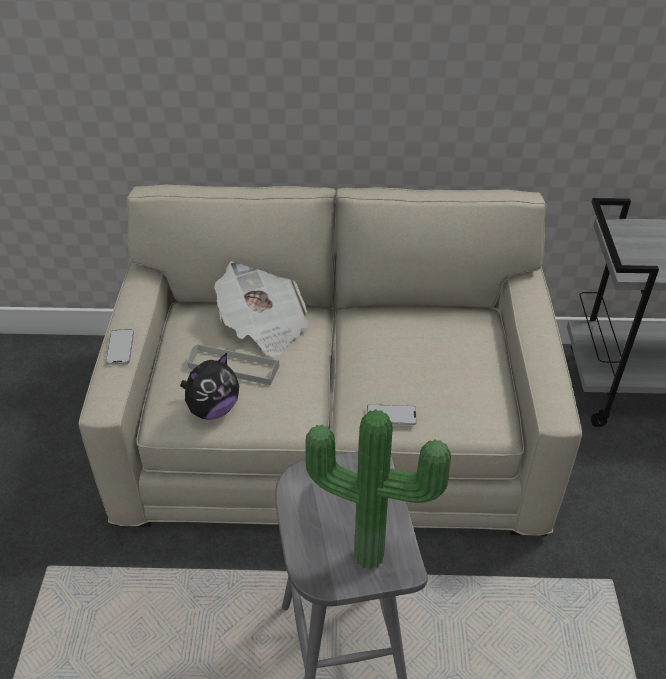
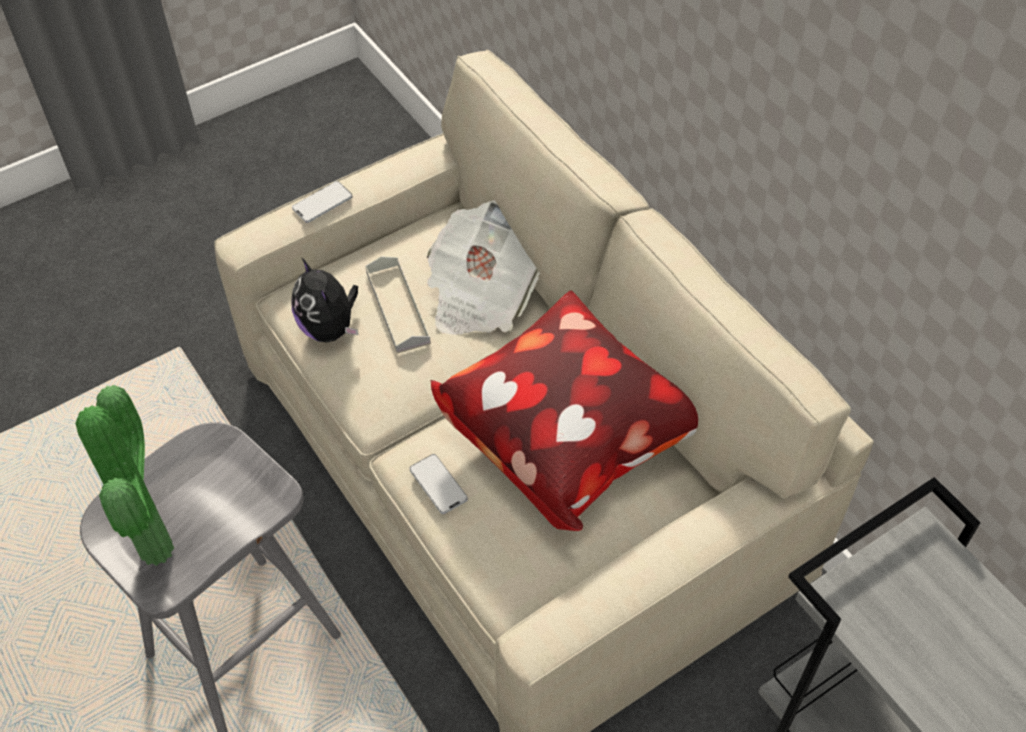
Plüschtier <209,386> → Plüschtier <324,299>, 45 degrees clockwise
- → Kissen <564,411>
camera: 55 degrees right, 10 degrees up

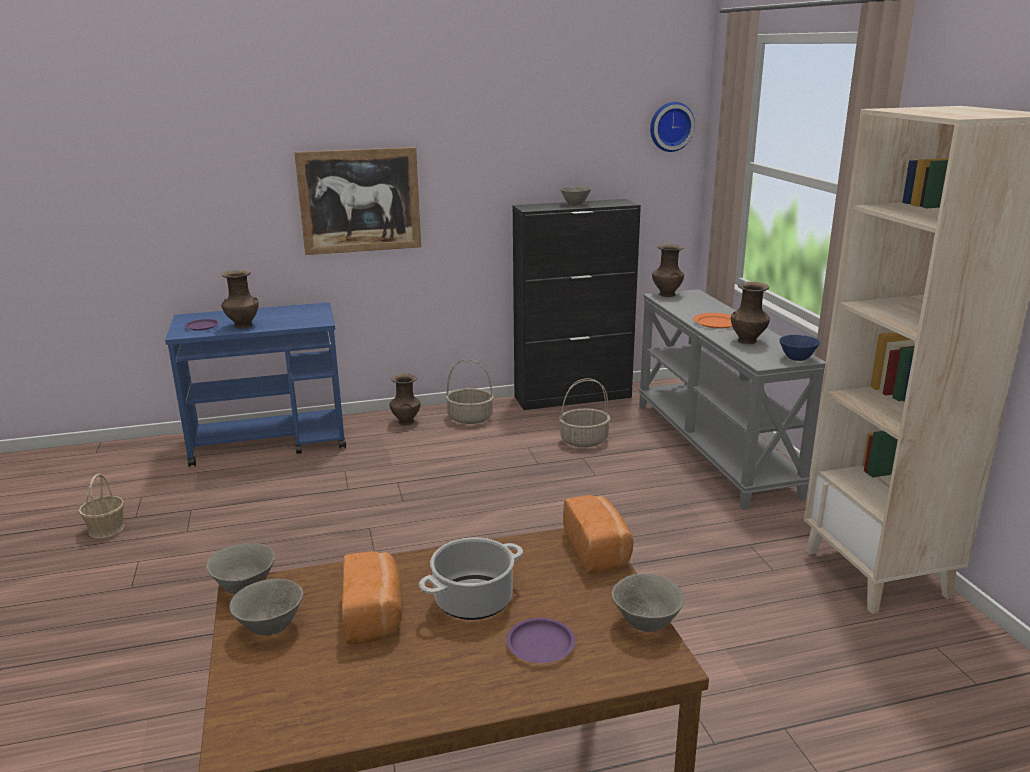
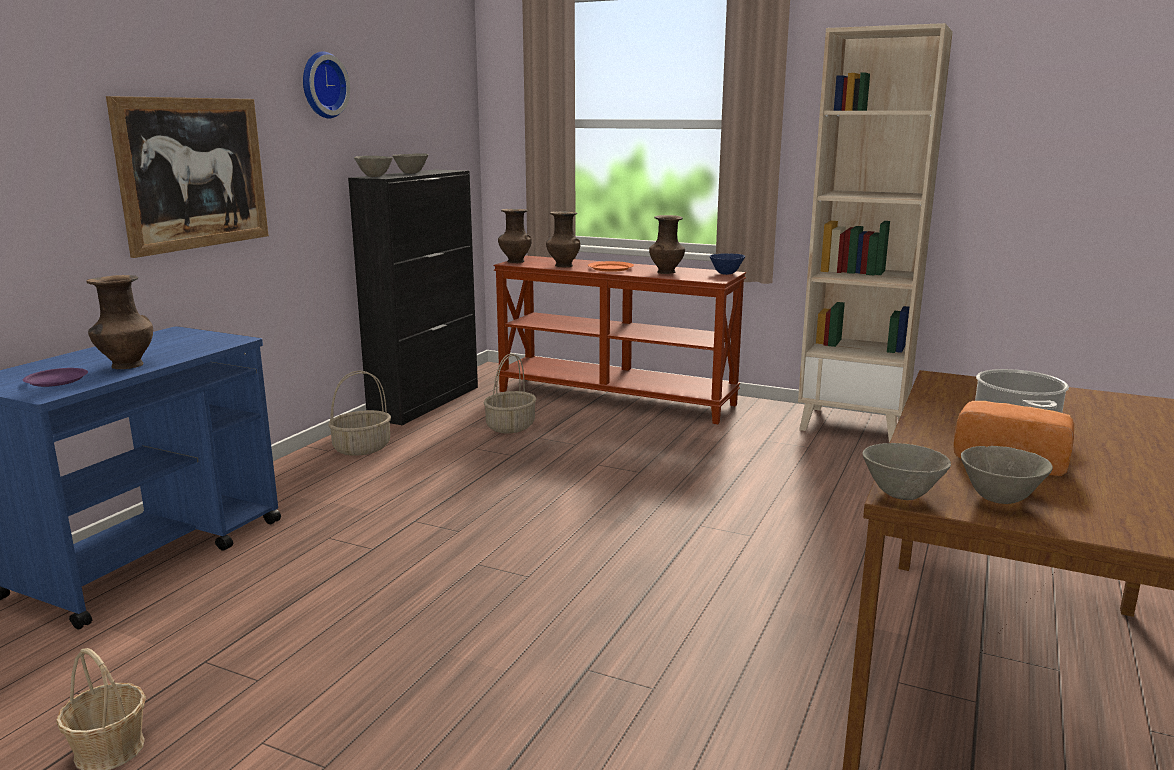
Wanduhr <672,127> → Wanduhr <326,84>, shifted
Konsolentisch/grau <732,399> → Konsolentisch/braun <619,340>
Vase/braun <405,399> → Vase/braun <563,239>, shifted
Brot <598,534> → -
Schüssel/grau <648,602> → Schüssel/grau <373,166>, shifted
Teller/lila <540,640> → -
camera: 50 degrees left, 5 degrees down

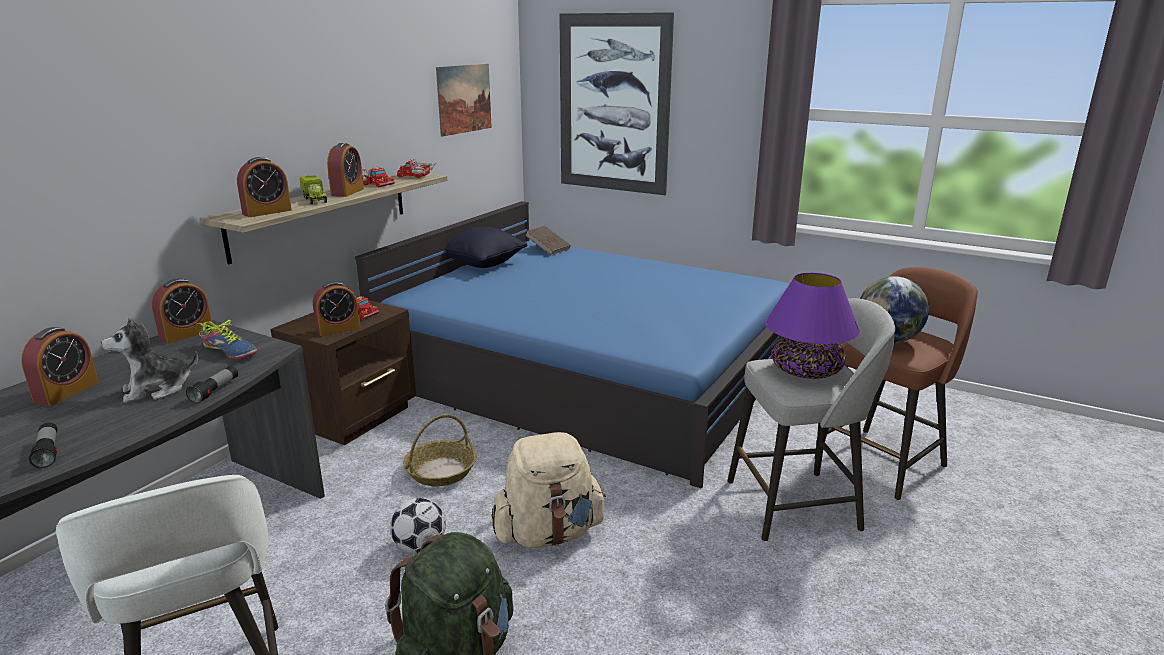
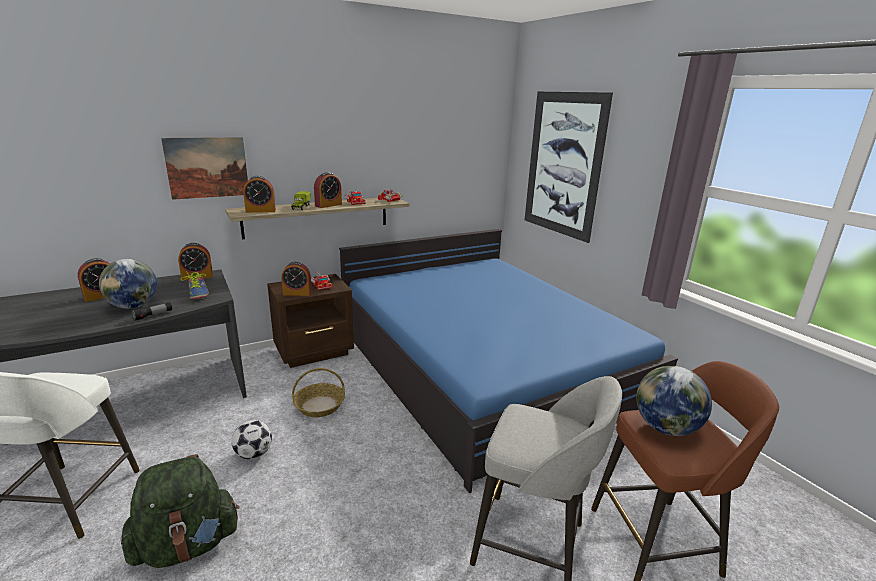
Bild <464,100> → Bild <204,168>, shifted
Buch/braun <547,240> → -
Kissen/schwarz <486,247> → -
Tischlampe/lila <812,326> → -
Plüschtier <149,360> → Globus <128,284>
Taschenlampe <43,445> → -
Rucksack/beige <549,490> → -
camera: 30 degrees right, 0 degrees up

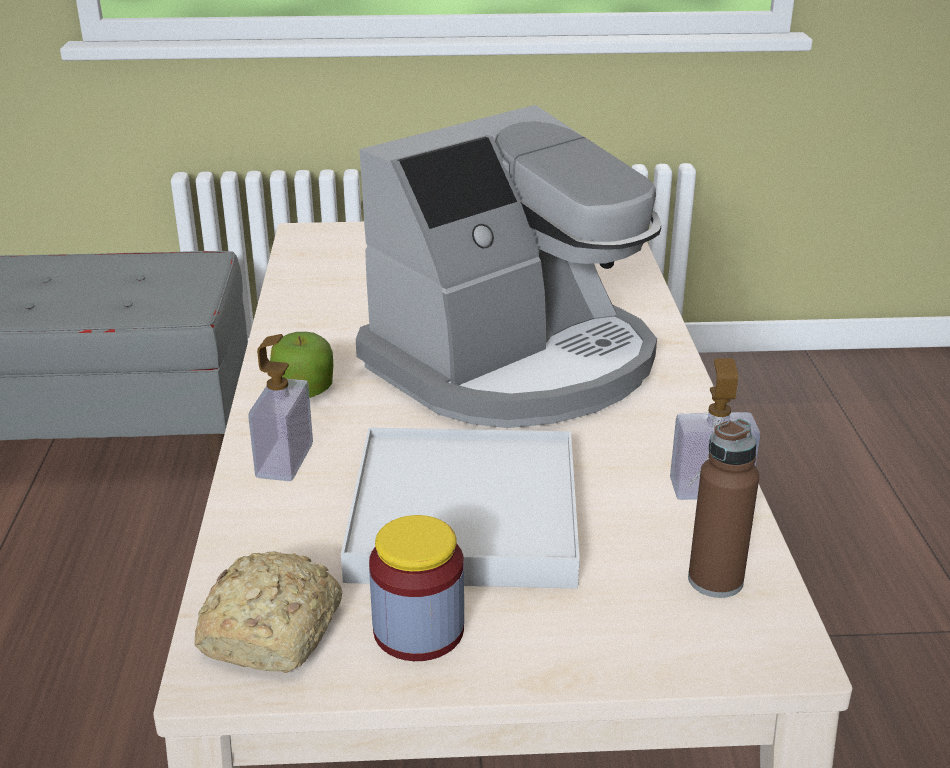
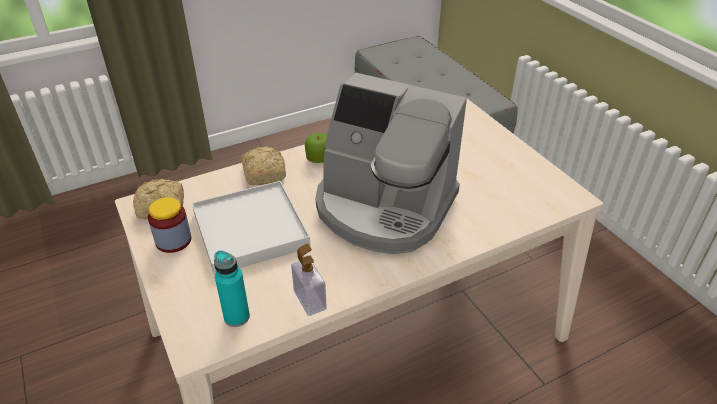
Seifenspender <280,407> → Brot <263,165>
Flasche/braun <723,508> → Flasche/türkis <232,288>
camera: 65 degrees right, 10 degrees up

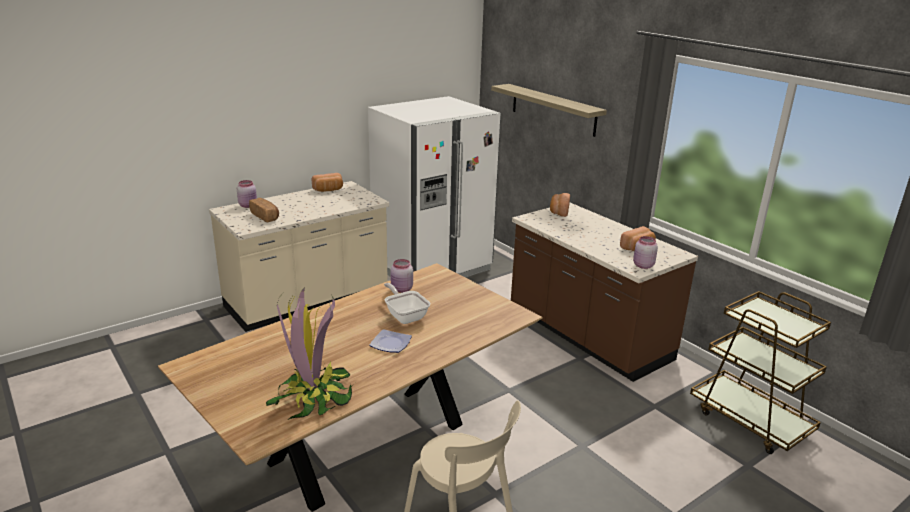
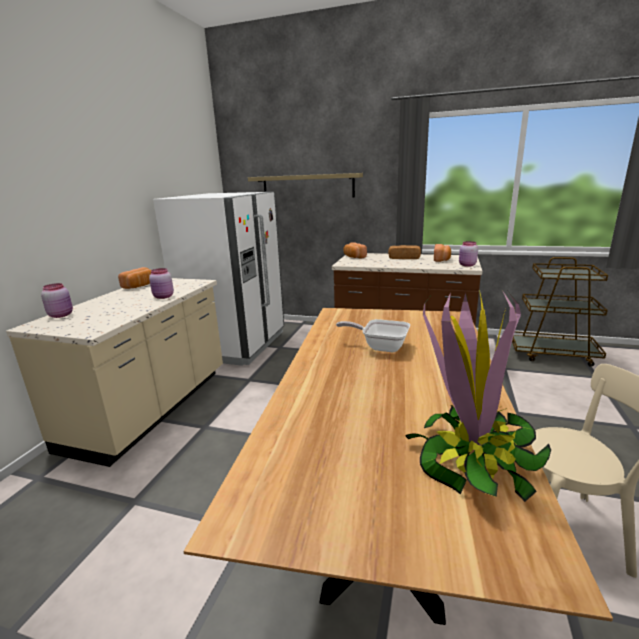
Brot <264,210> → Brot <404,252>, shifted
Vorratsglas/rosa <401,276> → Vorratsglas/rosa <161,283>, shifted
Teller <390,341> → -
camera: 35 degrees left, 5 degrees down

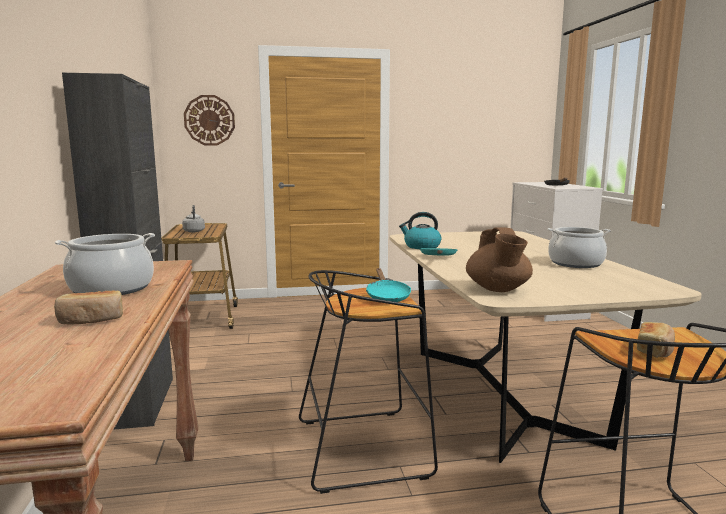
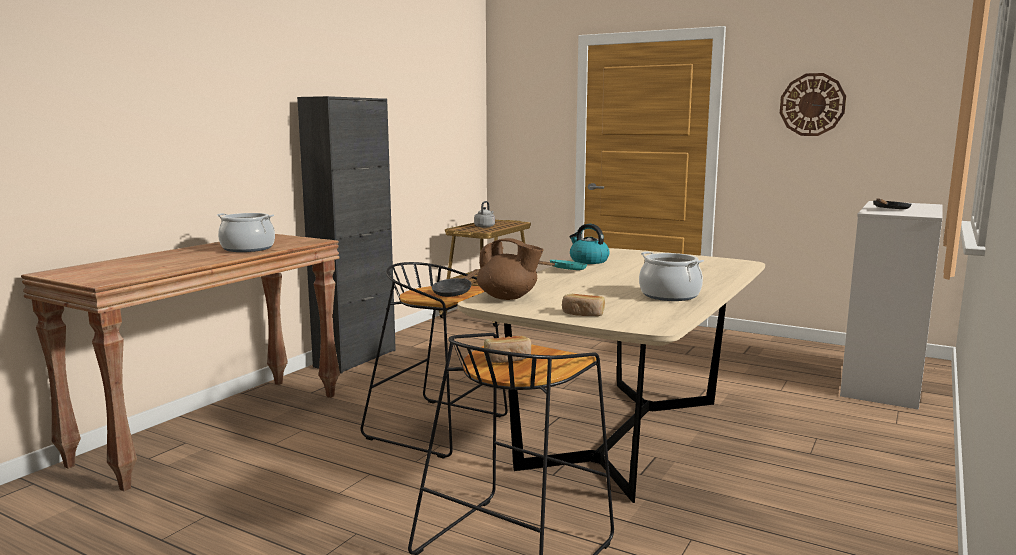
Wanduhr <209,120> → Wanduhr <813,104>, shifted
Teekanne/braun <499,259> → Teekanne/braun <510,269>, 105 degrees counterclockwise
Pfanne/türkis <388,285> → Pfanne/schwarz <455,283>
Brot <88,307> → Brot <583,305>, shifted
camera: 40 degrees right, 0 degrees up

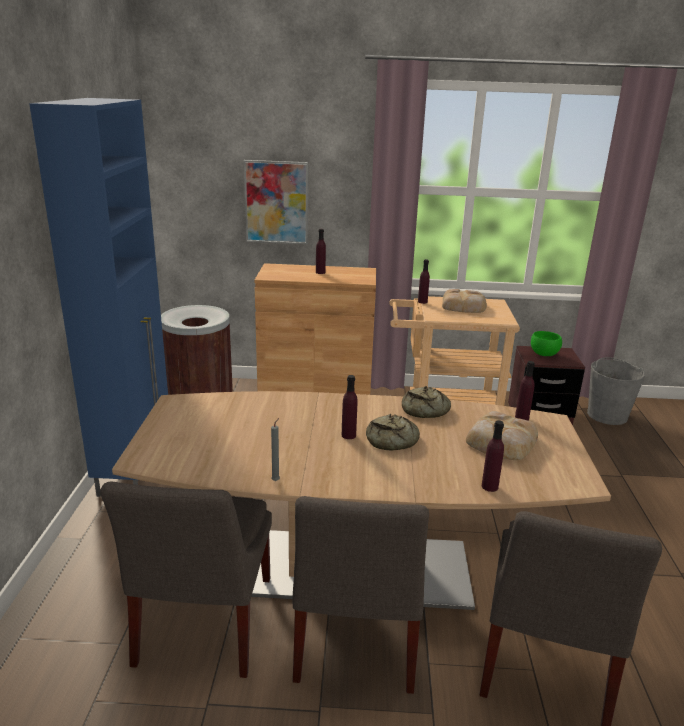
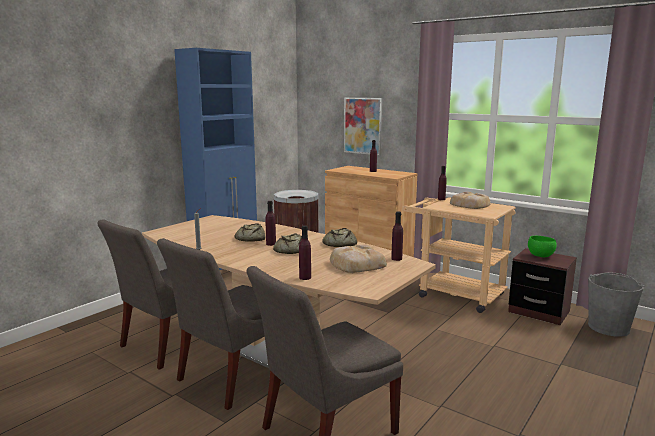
- → Brot <250,232>
camera: 35 degrees right, 10 degrees down

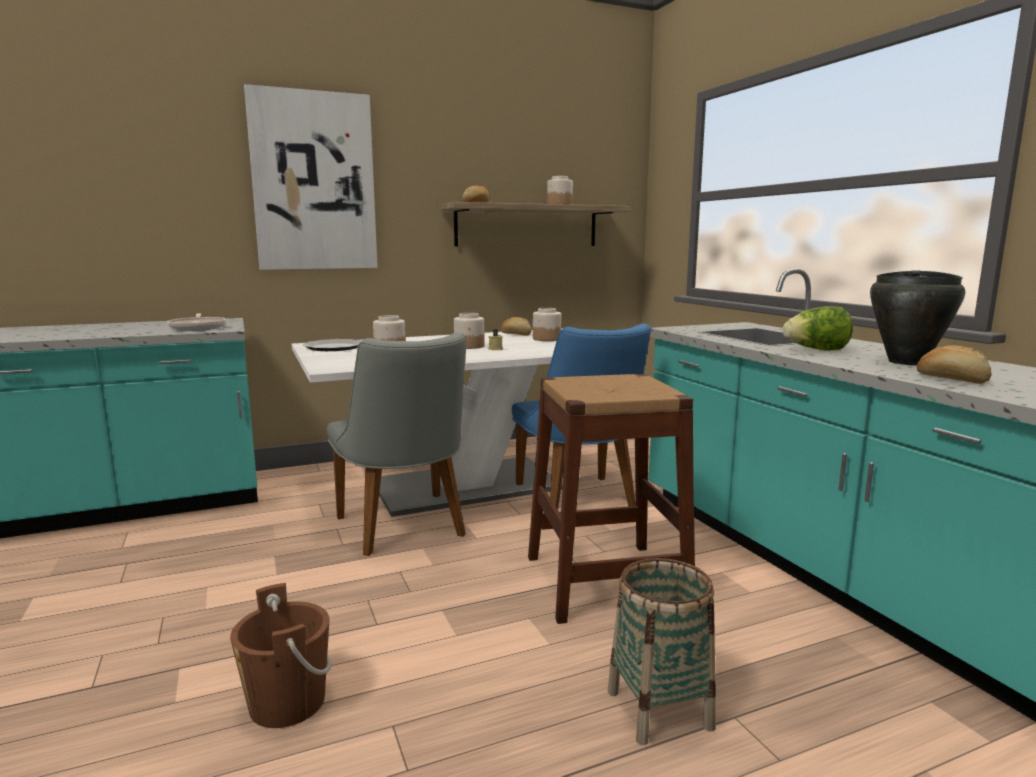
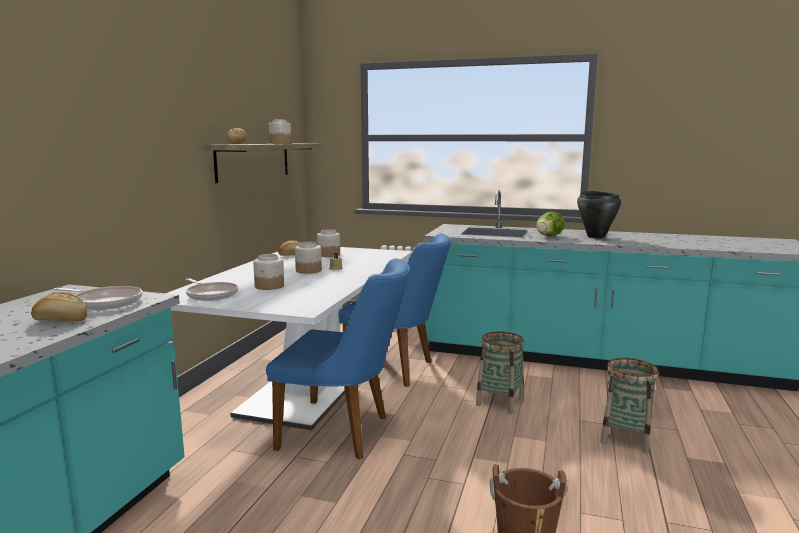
Bild <311,177> → -
Stuhl/grau <397,444> → Stuhl/blau <338,358>
Teller <332,345> → Pfanne <212,289>
Brot <954,364> → Brot <59,306>, shifted
Hocker/braun <611,499> → Korb <500,372>
camera: 50 degrees left, 0 degrees up

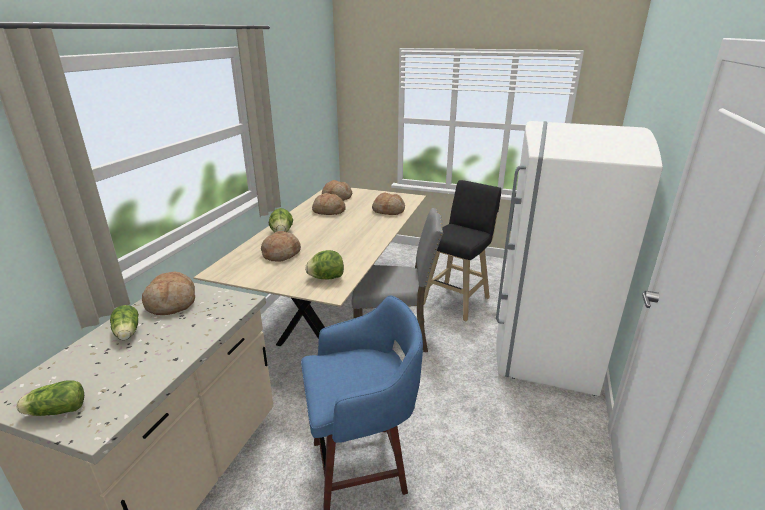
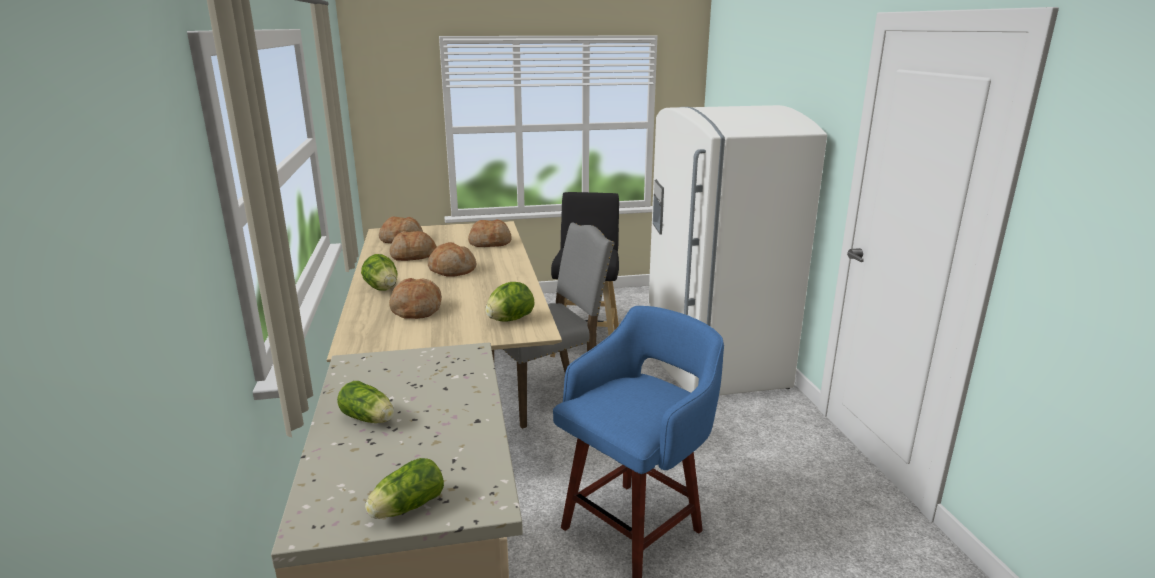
Brot <168,293> → Brot <452,259>, shifted
camera: 30 degrees left, 5 degrees down

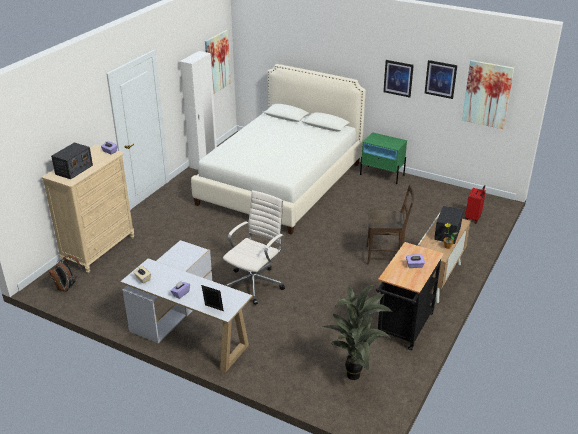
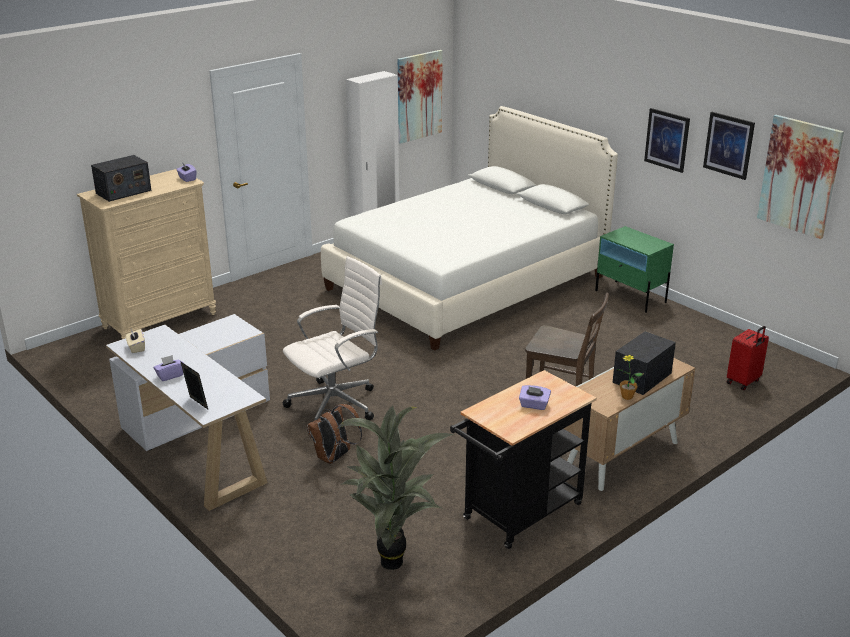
Rucksack/braun <65,273> → Rucksack/braun <334,434>, shifted
camera: 20 degrees right, 5 degrees down

